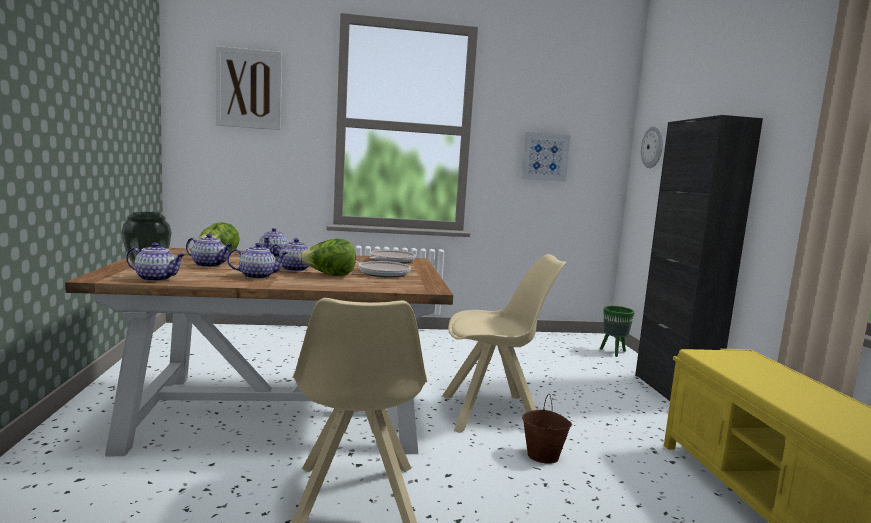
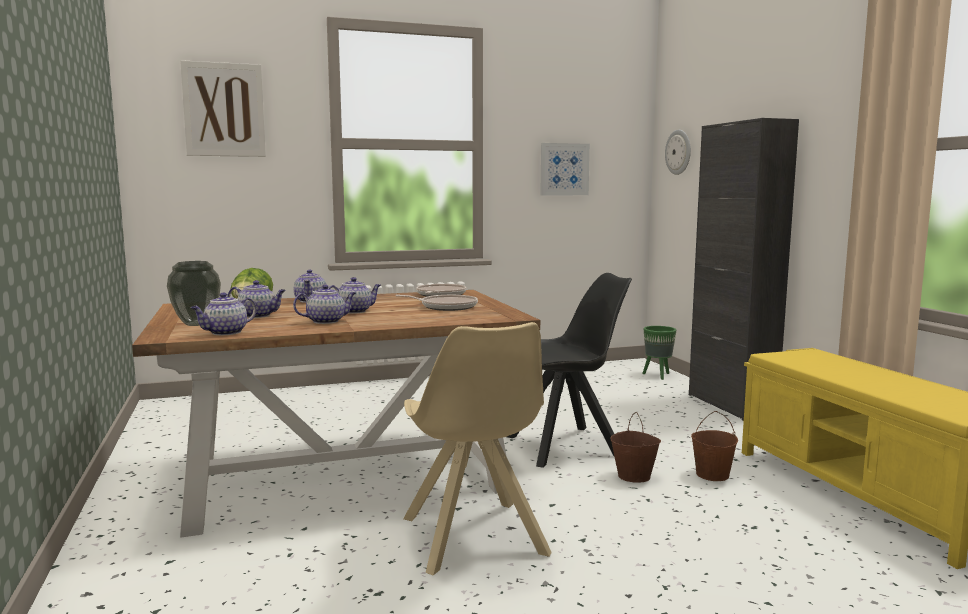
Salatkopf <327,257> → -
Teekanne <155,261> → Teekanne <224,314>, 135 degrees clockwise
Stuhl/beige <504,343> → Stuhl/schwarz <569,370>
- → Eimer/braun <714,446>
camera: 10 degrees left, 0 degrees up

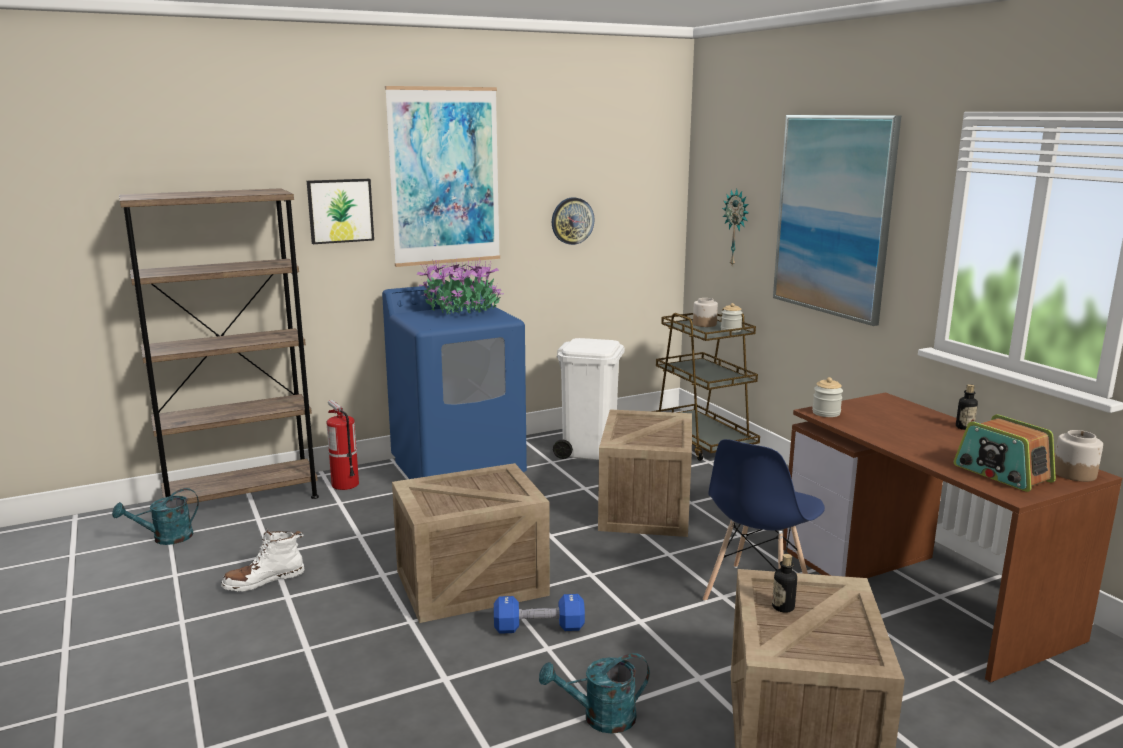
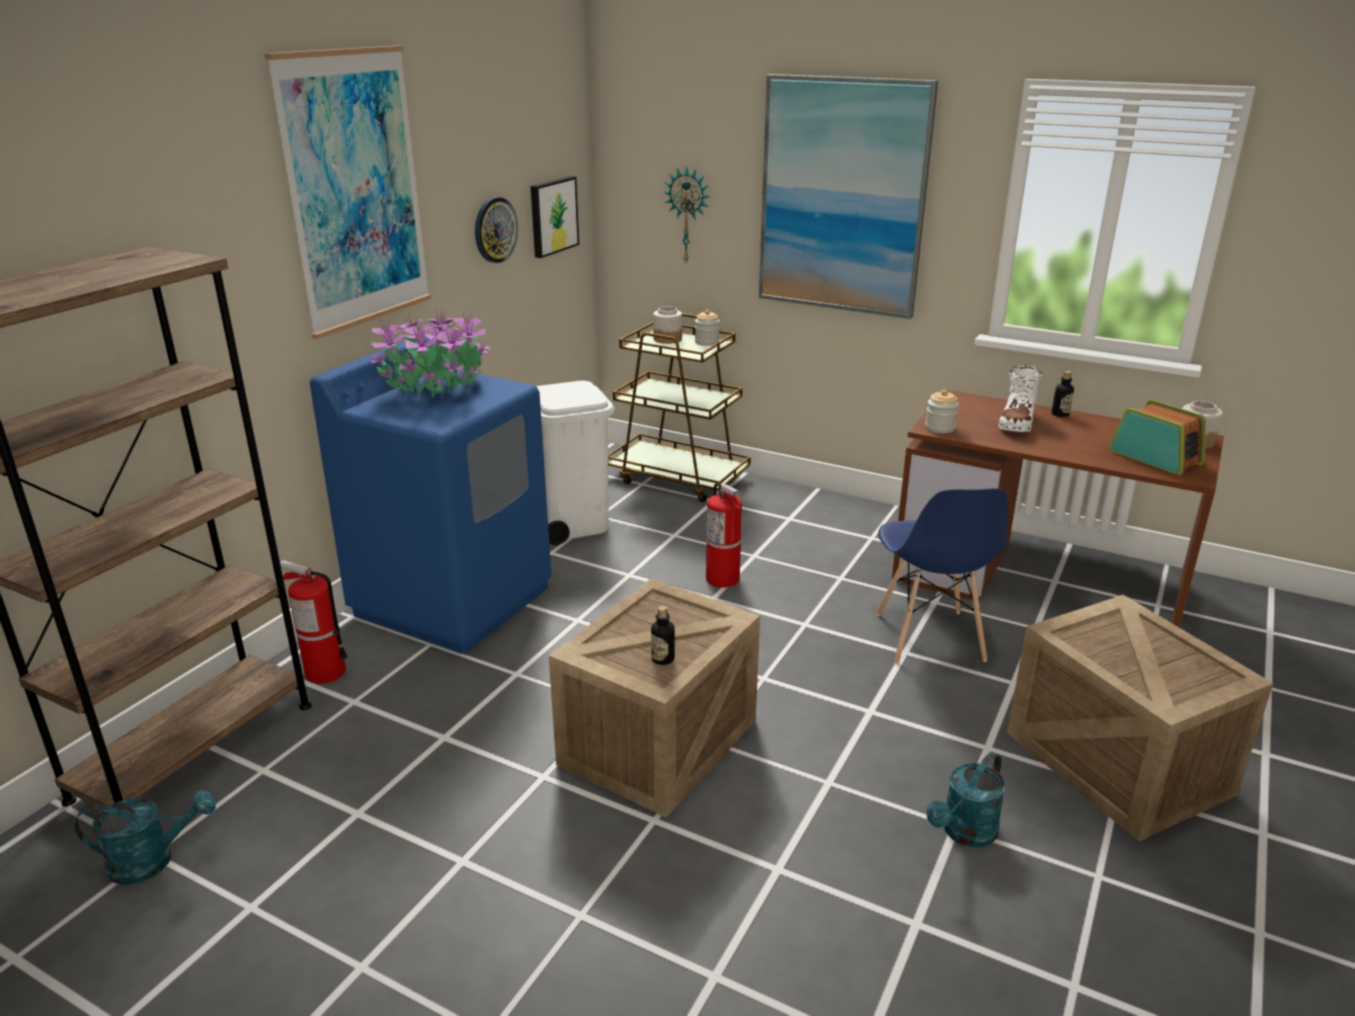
Bild <340,211> → Bild <555,217>, shifted
Kiste <645,473> → Feuerlöscher <724,535>
Radio <1005,453> → Radio <1157,437>, 150 degrees counterclockwise
Gießkanne/türkis <155,516> → Gießkanne/türkis <145,837>, 120 degrees counterclockwise
Stiefel/weiß <262,560> → Stiefel/weiß <1020,398>, shifted
Flasche <784,583> → Flasche <663,635>, shifted
Hantel/blau <539,614> → -
camera: 35 degrees left, 10 degrees up

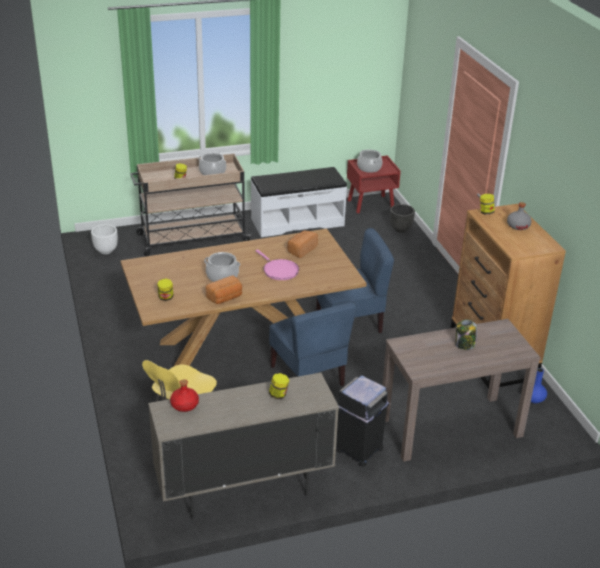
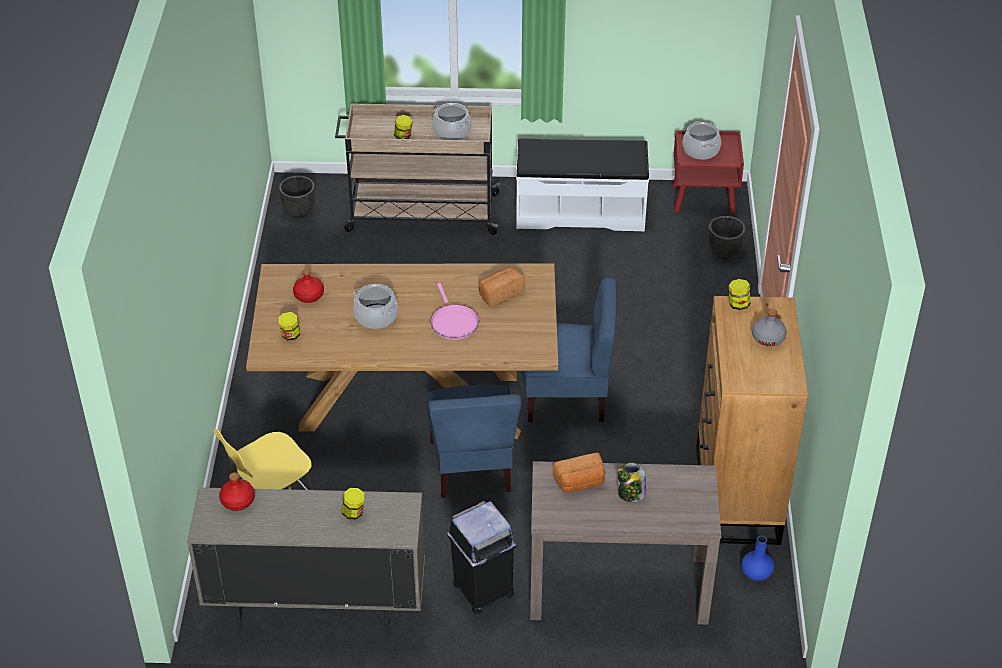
Pflanzkübel/weiß <104,239> → Pflanzkübel/schwarz <297,197>
Brot <224,289> → Brot <579,473>, shifted
- → Flasche/rot <308,285>
camera: 20 degrees right, 10 degrees up

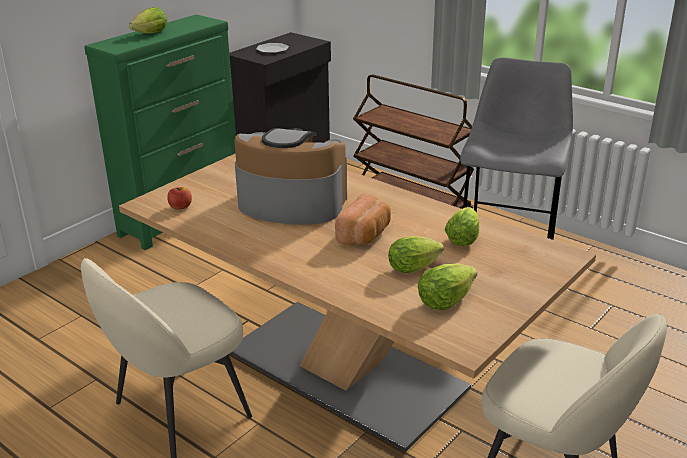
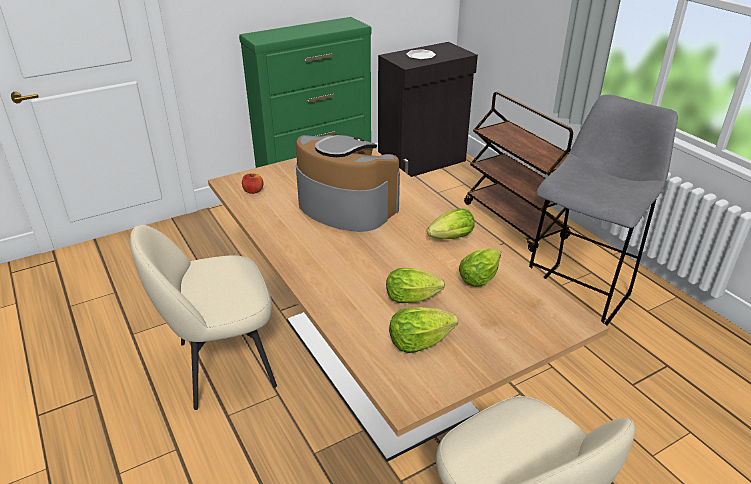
Salatkopf <148,20> → Salatkopf <451,223>, shifted
Brot <363,219> → -
camera: 20 degrees right, 5 degrees up

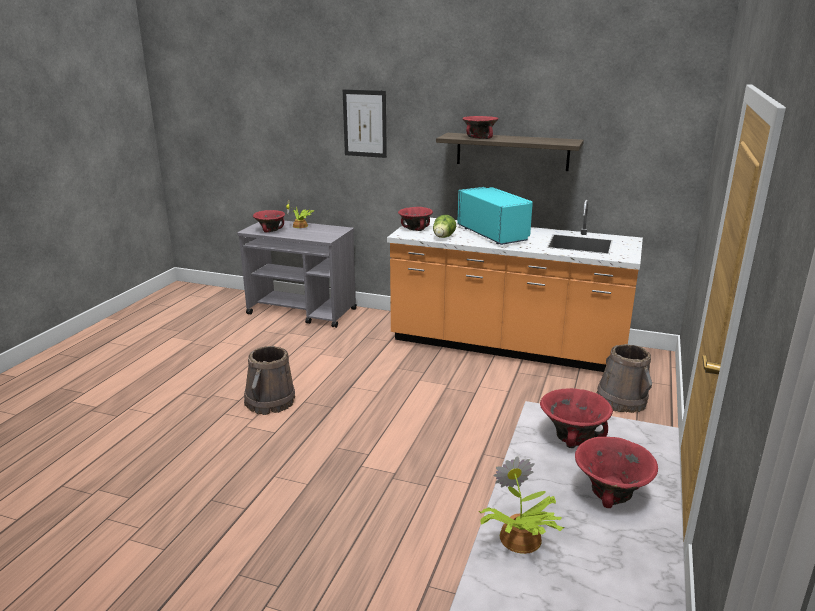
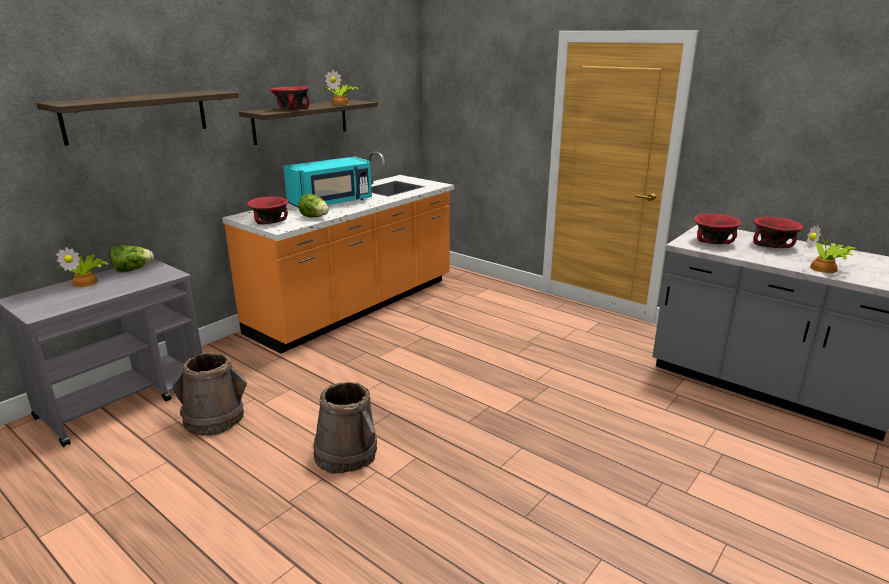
Bild <365,123> → Wandregal <137,118>
Mikrowelle/türkis <495,216> → Mikrowelle/türkis <327,182>, 150 degrees clockwise
Schüssel/rot <269,221> → -
Eimer/braun <624,378> → Eimer/braun <210,394>, shifted
- → Topfpflanze <340,87>
- → Salatkopf <132,259>
camera: 70 degrees left, 0 degrees up

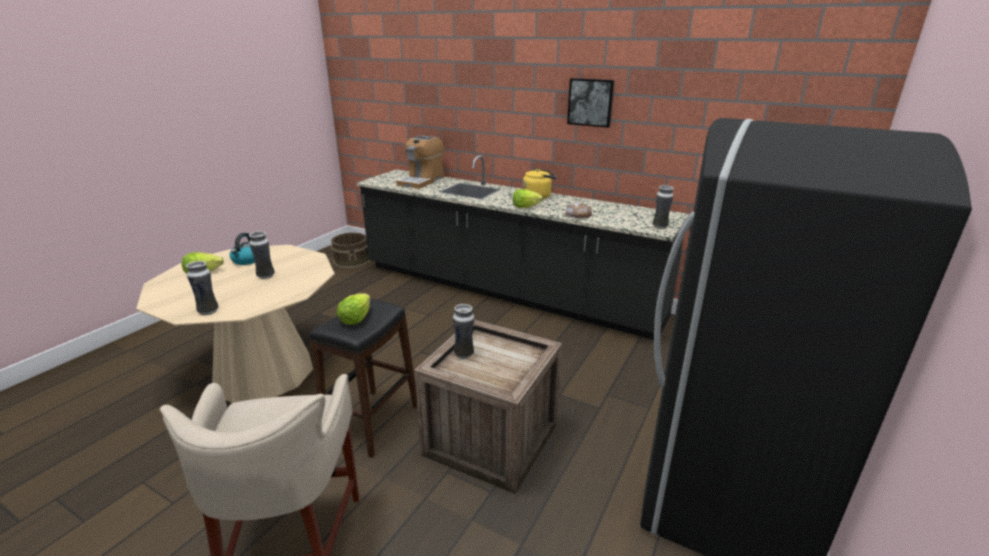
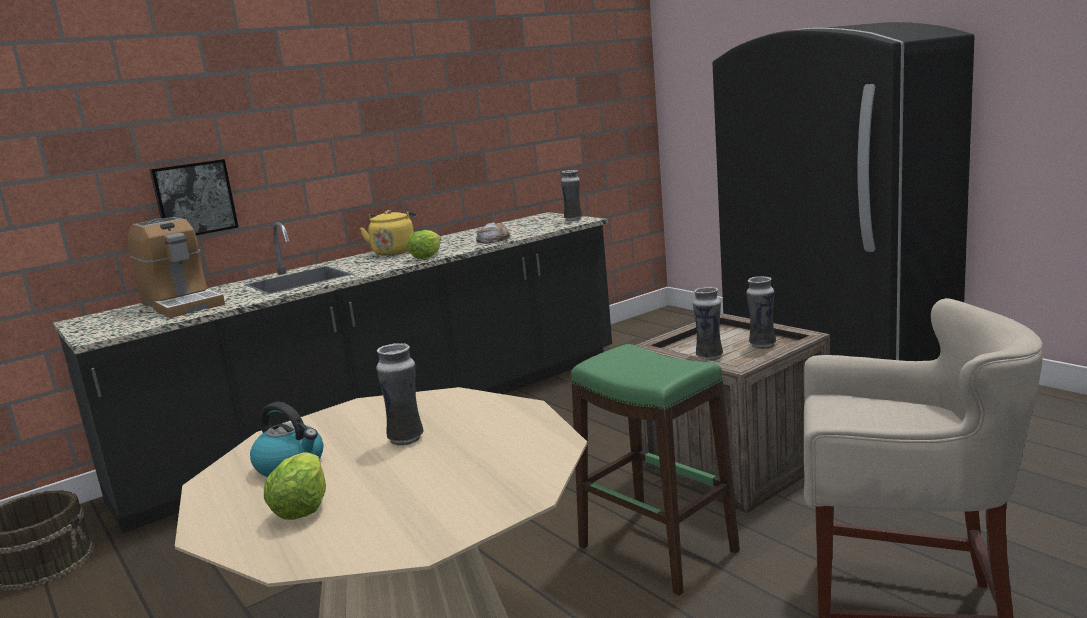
Bild <591,103> → Bild <194,197>, shifted
Vase <202,288> → Vase <761,312>, shifted
Salatkopf <353,309> → -
Hocker/schwarz <363,378> → Hocker/grün <655,470>
camera: 65 degrees left, 10 degrees down

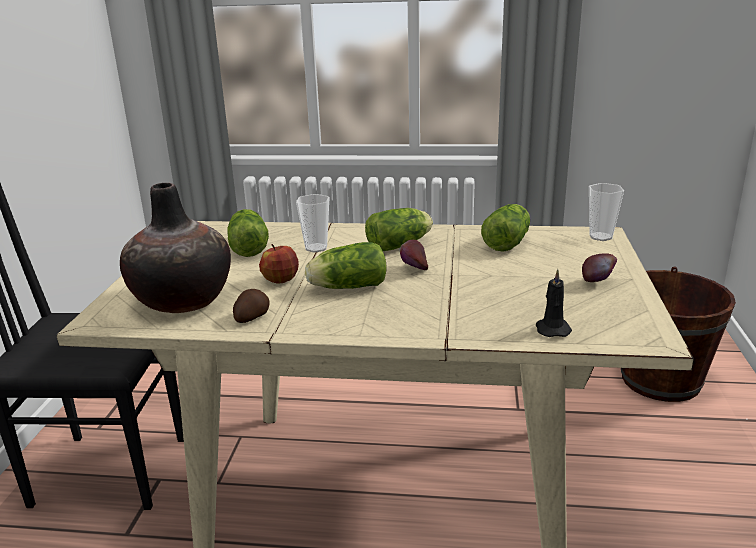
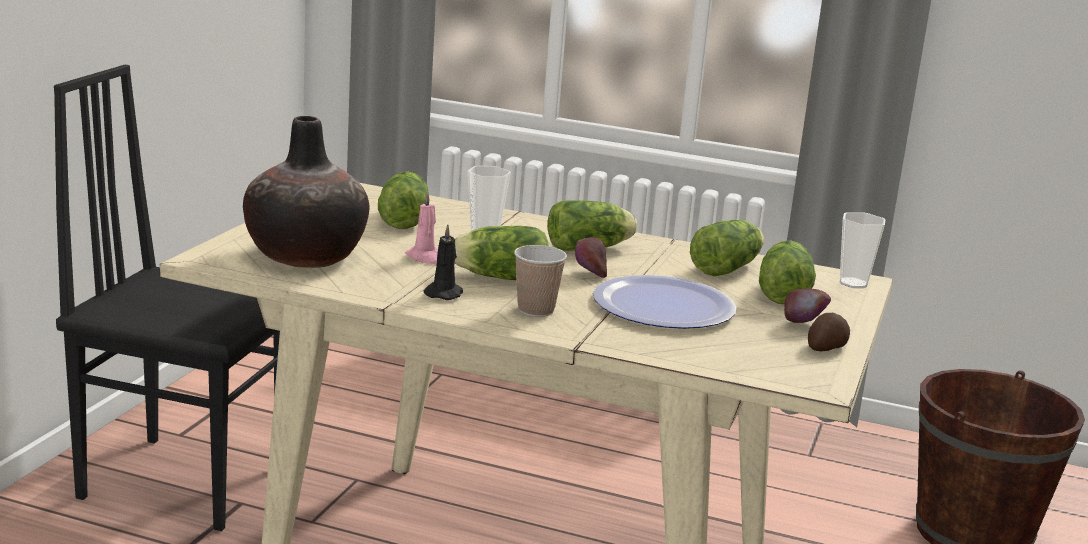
Apfel <279,264> → Kerze/rosa <421,227>
Kerze/schwarz <554,303> → Kerze/schwarz <443,262>, shifted
Kartoffel <251,306> → Kartoffel <829,332>, shifted
- → Salatkopf <787,272>
- → Tasse <540,281>
- → Teller <665,302>
camera: 10 degrees right, 5 degrees down

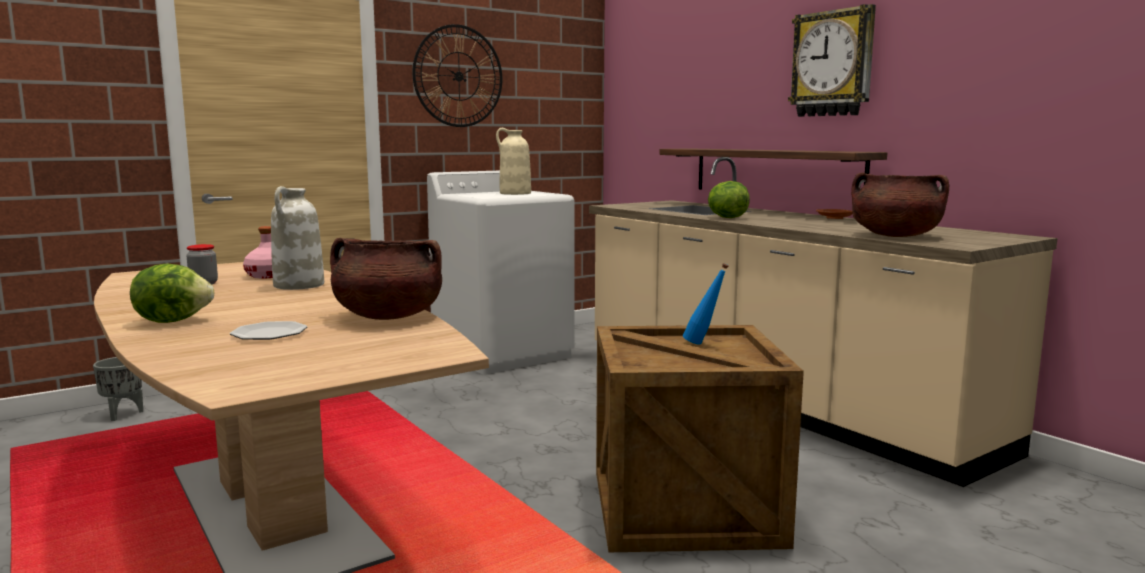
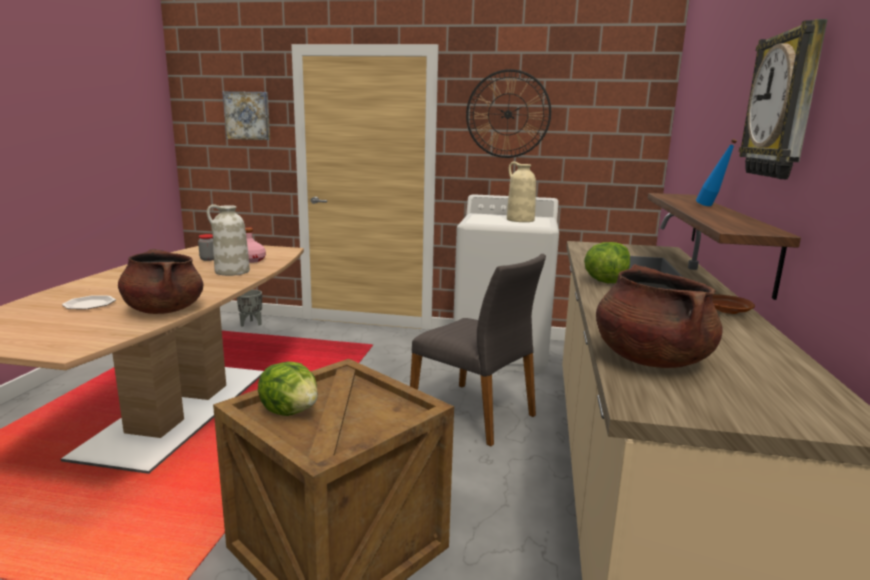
Flasche/blau <705,303> → Flasche/blau <716,172>, shifted
Salatkopf <172,293> → Salatkopf <288,389>, shifted
- → Bild <246,115>
- → Stuhl/grau <478,350>
camera: 45 degrees right, 5 degrees up

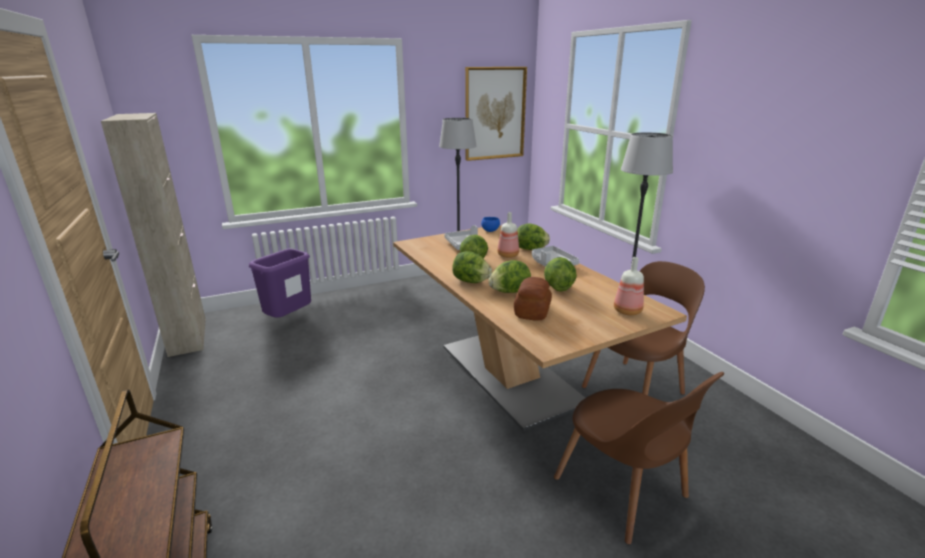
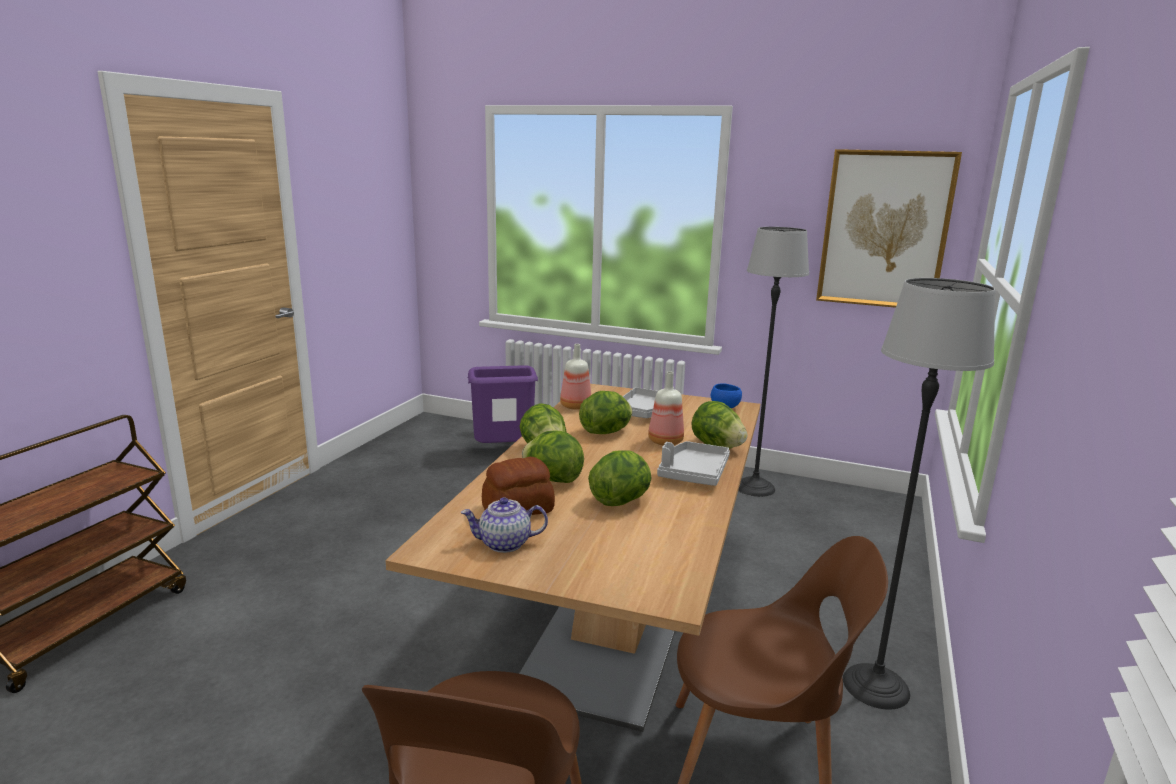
Schrank/beige <153,235> → -
Flasche <629,286> → Flasche <575,377>, shifted
- → Teekanne <504,525>
camera: 45 degrees right, 5 degrees down

